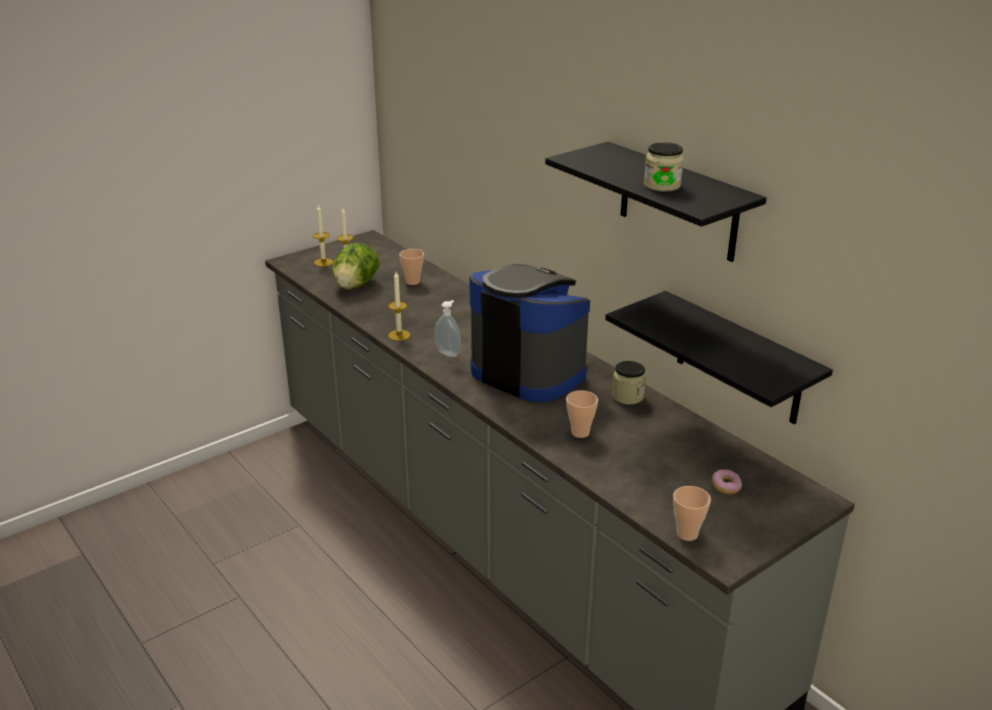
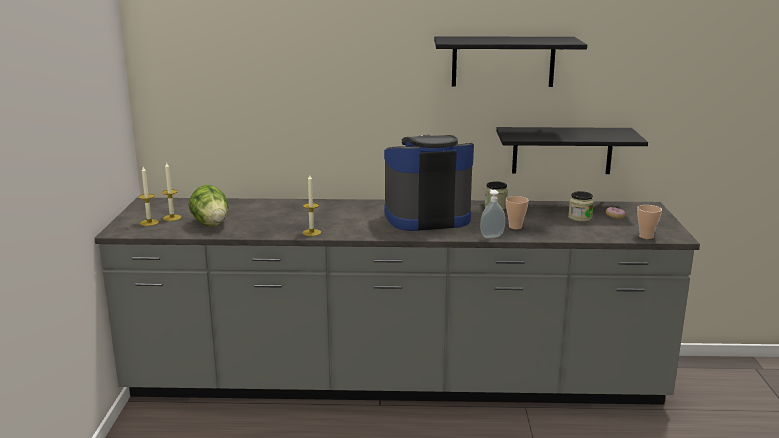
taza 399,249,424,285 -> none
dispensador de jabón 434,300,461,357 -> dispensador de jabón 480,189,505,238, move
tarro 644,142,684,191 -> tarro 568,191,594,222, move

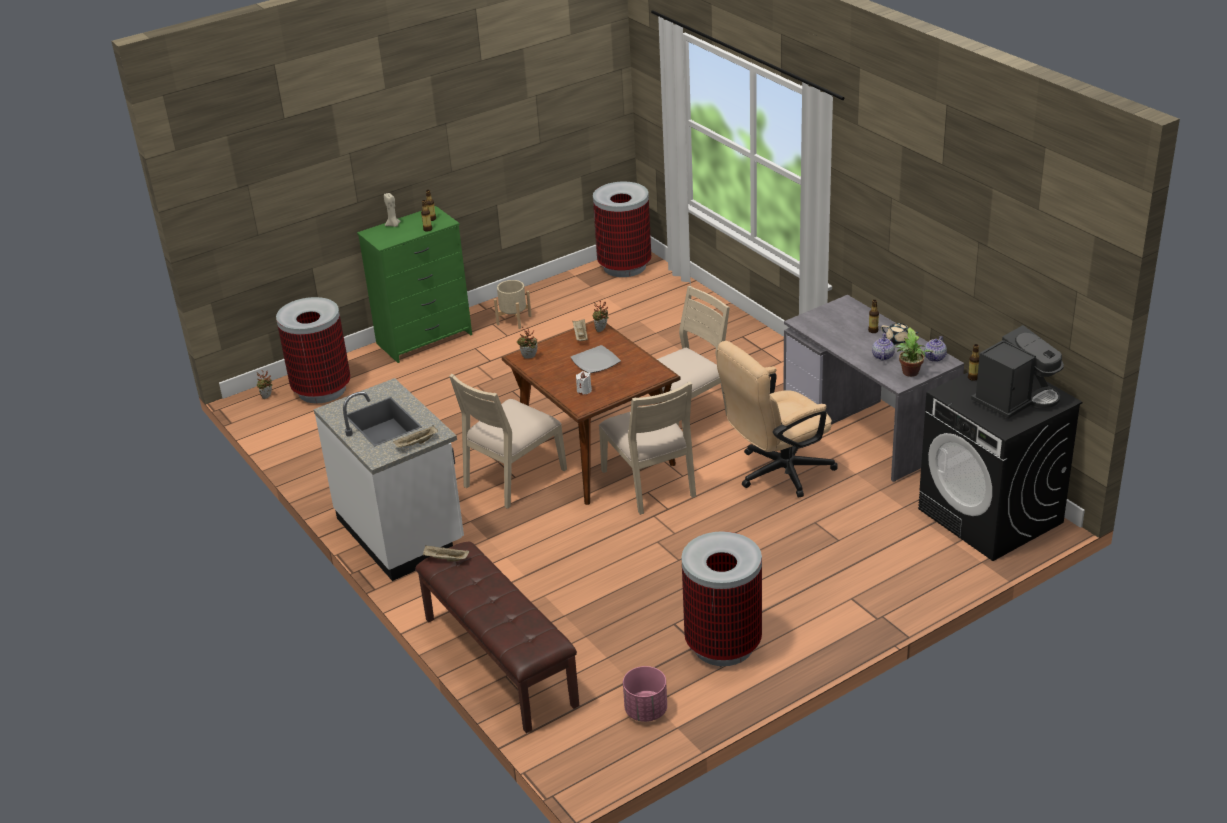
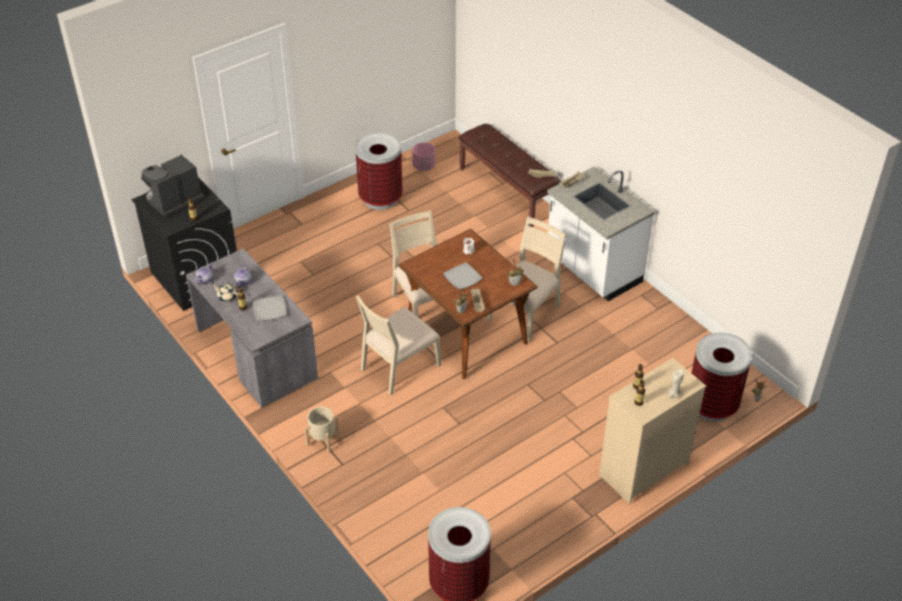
cómoda [verde] 357,206,472,363 -> cómoda [beis] 599,358,706,504
maceta [beis] 494,280,532,329 -> maceta [beis] 304,407,340,453, move
silla de oficina [beis] 716,341,838,498 -> none
planta en maceta 895,327,933,377 -> none
none -> plato 253,295,286,321

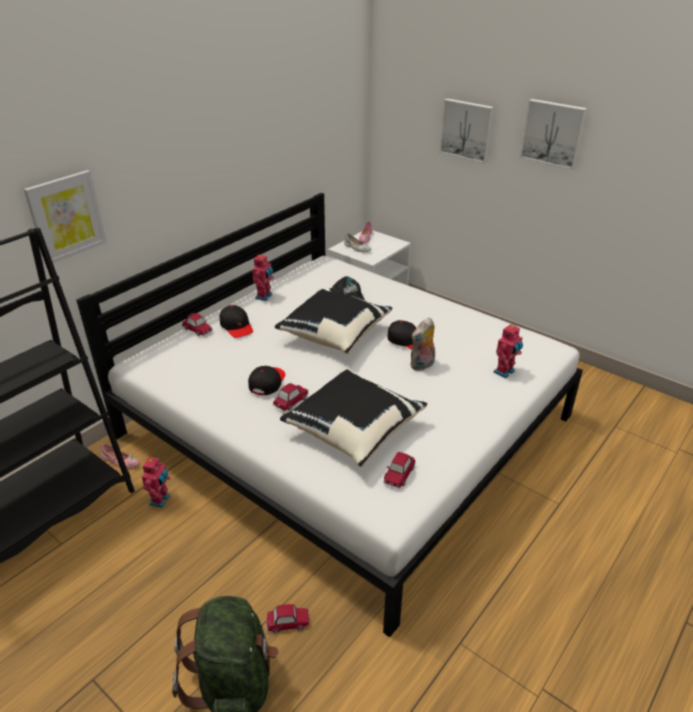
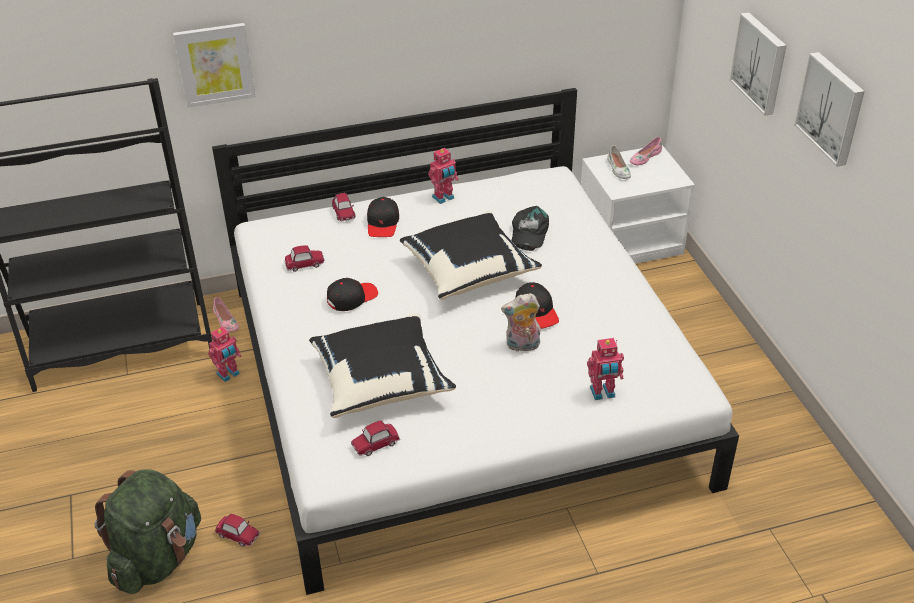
coche de juguete 273,383,308,411 -> coche de juguete 284,245,325,272, move

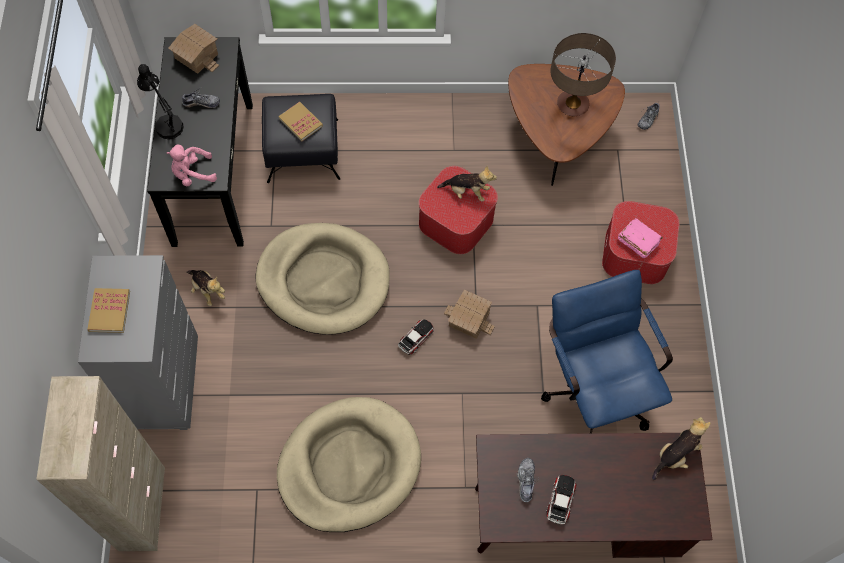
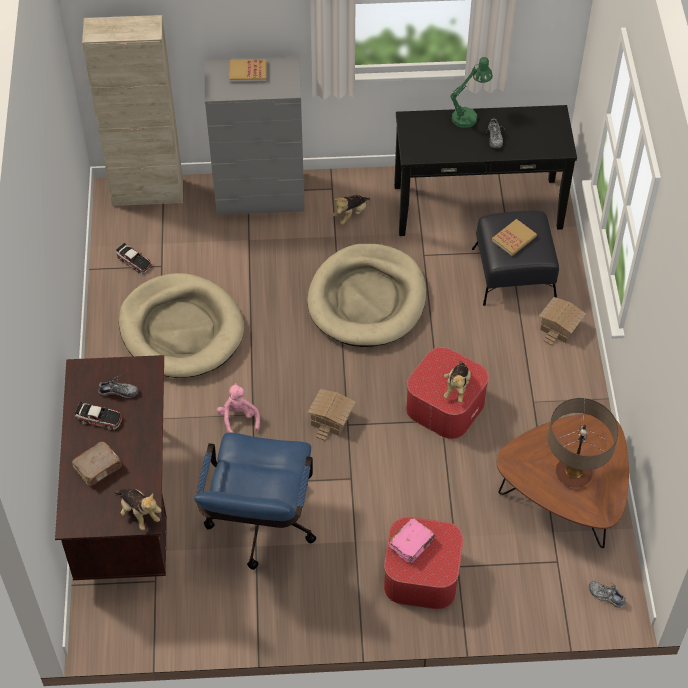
lámpara de mesa [negro] 137,64,184,139 -> lámpara de mesa [verde] 450,57,493,128
peluche [rosa] 167,145,217,186 -> peluche [rosa] 217,383,260,433, move
casita 168,24,219,74 -> casita 539,297,586,345, move
coche de juguete 398,319,434,355 -> coche de juguete 116,243,152,274, move
silla de oficina [azul] 541,270,673,434 -> silla de oficina [azul] 194,432,316,570, 120 degrees clockwise
none -> libro [marrón] 72,442,122,486

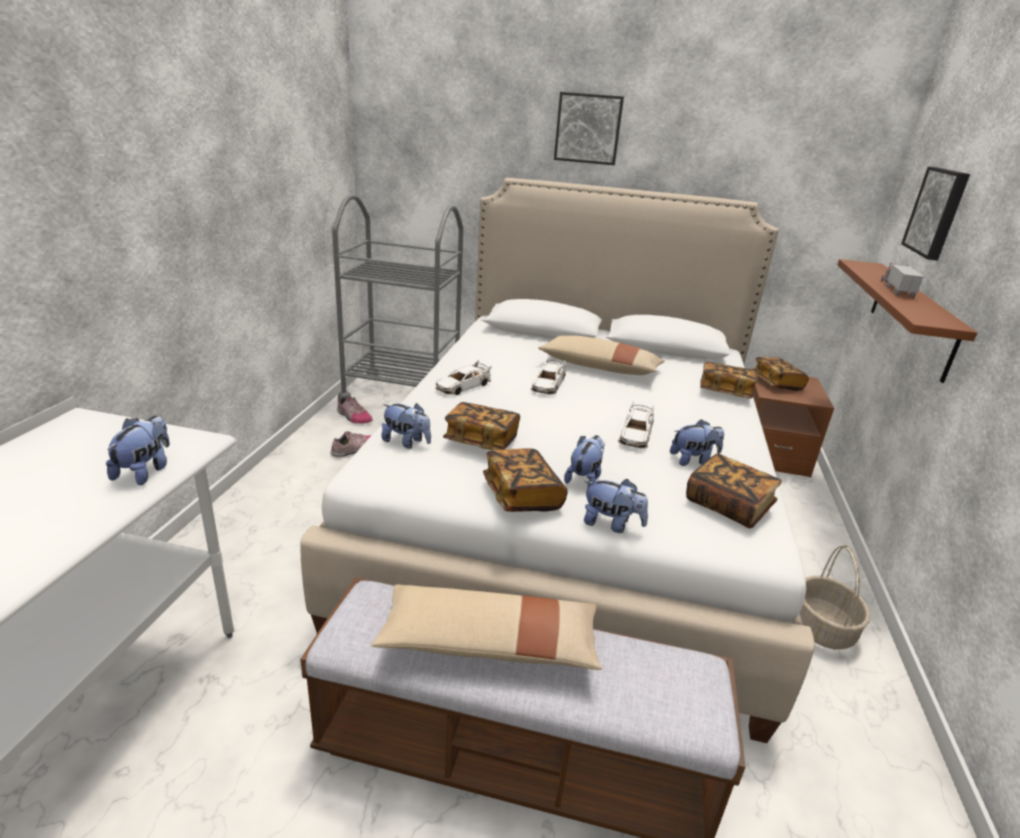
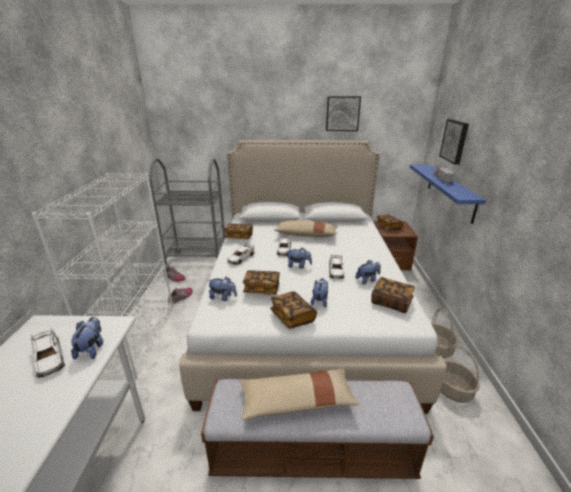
cuadro 554,92,624,165 -> cuadro 326,96,361,131, move
peluche 584,479,648,533 -> peluche 287,248,312,269, move
libro 700,362,758,399 -> libro 224,223,253,239, move
estante [marrón] 837,259,977,383 -> estante [azul] 410,165,486,224
none -> coche de juguete [blanco] 30,327,66,379
none -> estantería [blanco] 31,173,173,379
none -> cesta 441,345,480,403

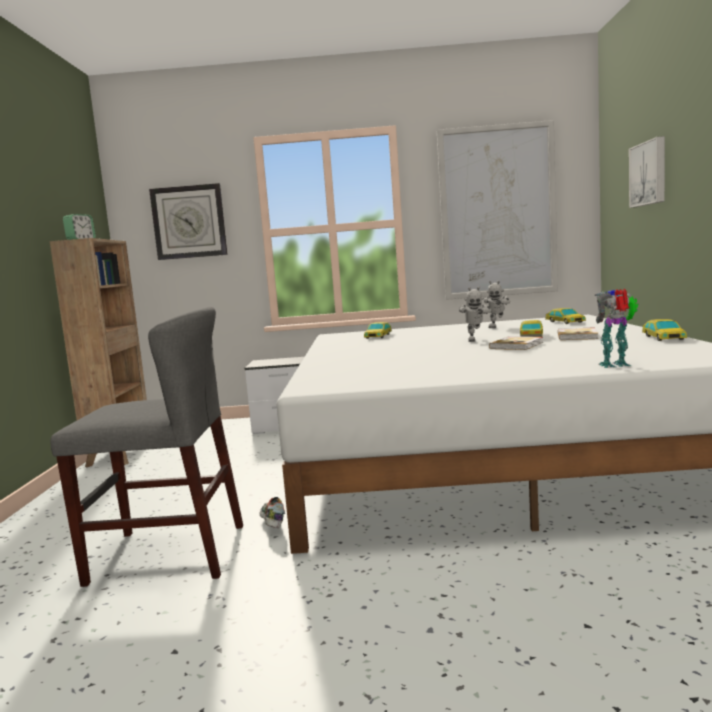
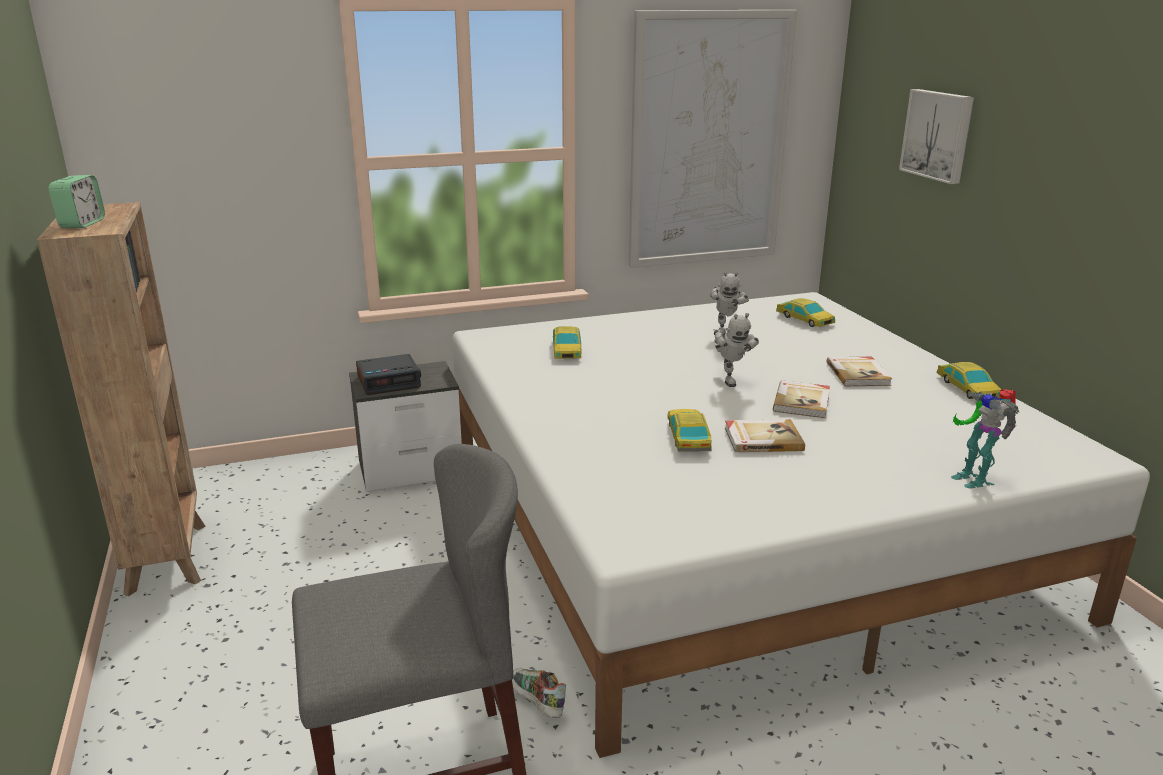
reloj de pared 149,183,228,260 -> none
coche de juguete 520,320,543,337 -> coche de juguete 667,409,711,452, move
robot de juguete 595,289,638,368 -> robot de juguete 951,389,1020,489, 90 degrees counterclockwise
none -> despertador 356,354,421,395
none -> libro 725,419,805,452

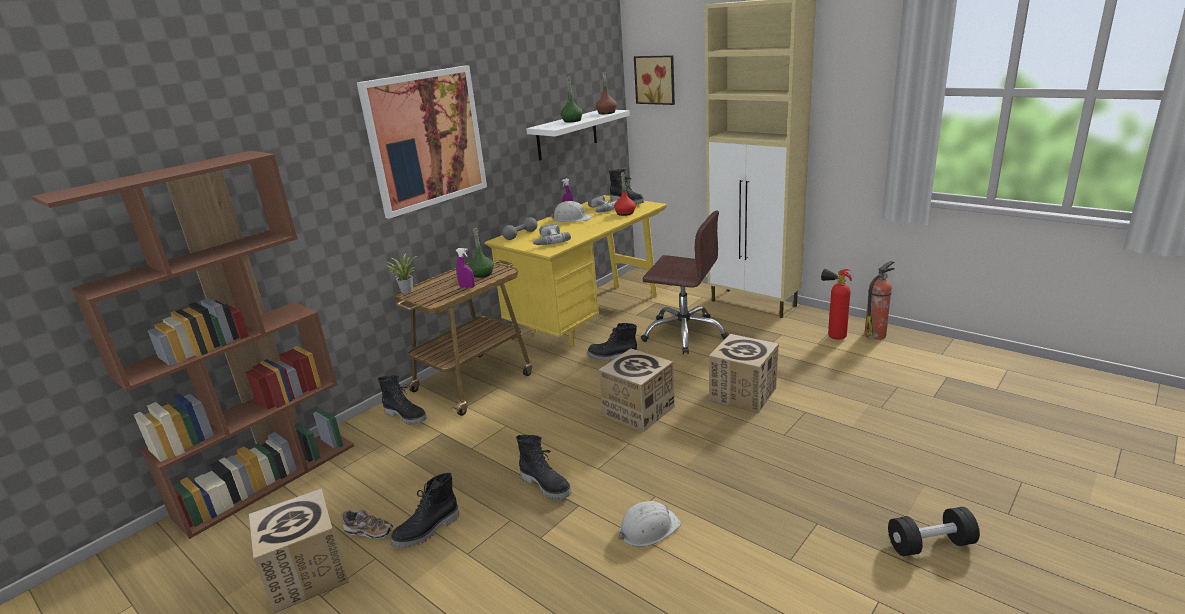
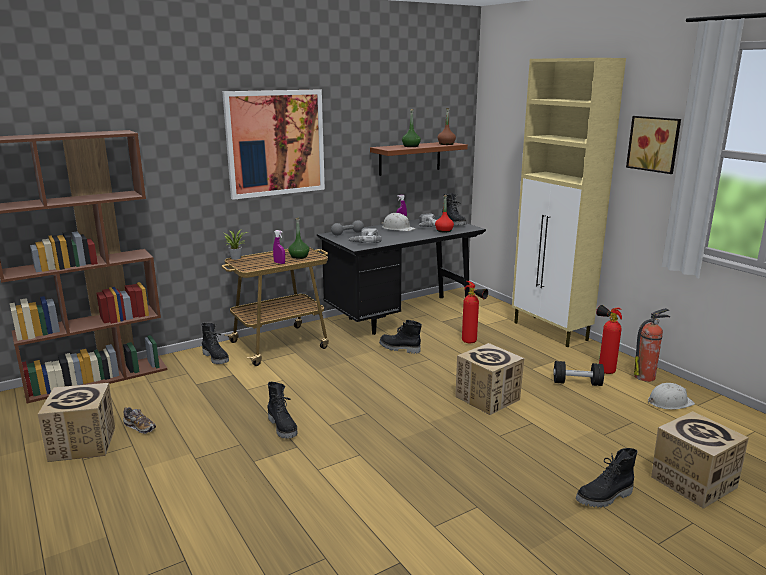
bota [negro] 391,473,460,548 -> bota [negro] 576,448,638,508, move
escritorio [amarillo] 485,195,667,346 -> escritorio [negro] 317,216,486,335
estante [blanco] 526,110,630,160 -> estante [marrón] 370,142,468,176
caja de cartón 598,349,675,432 -> caja de cartón 651,411,749,509, move
casco [blanco] 618,501,681,547 -> casco [blanco] 648,383,695,410, move
cuadro 634,55,675,105 -> cuadro 626,116,681,174, move
silla de oficina [marrón] 641,211,729,354 -> extintor 462,281,488,344
mancuerna [negro] 888,507,980,556 -> mancuerna [negro] 553,361,604,386, move

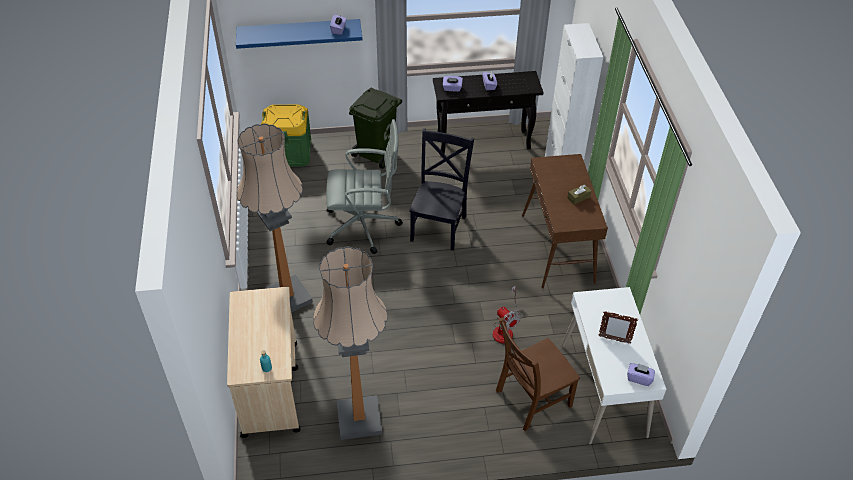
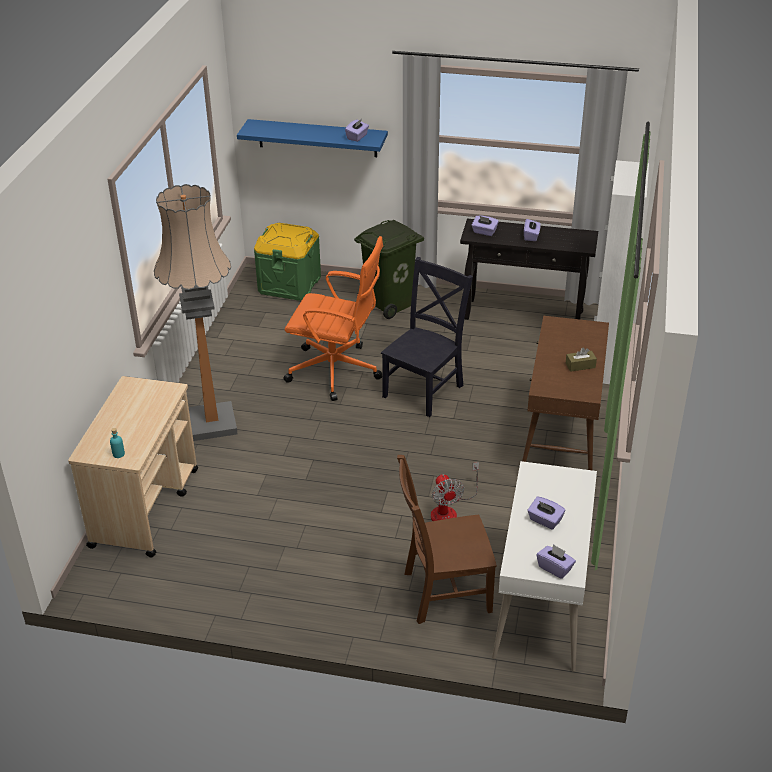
lámpara de pie 313,246,388,440 -> none
silla de oficina [gris] 326,119,403,254 -> silla de oficina [naranja] 283,236,383,401
portarretratos 599,311,638,344 -> caja de pañuelos [morado] 527,496,565,530

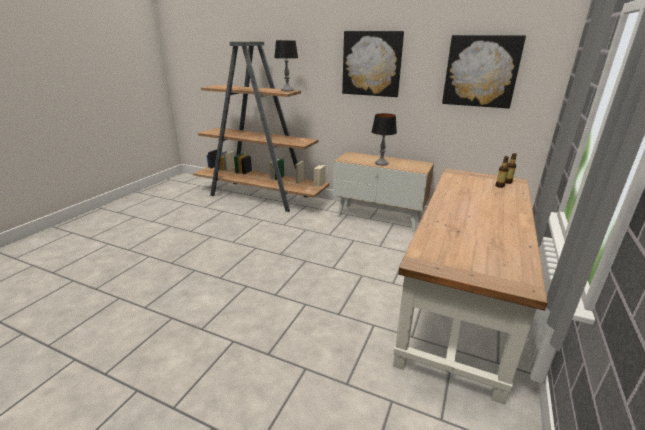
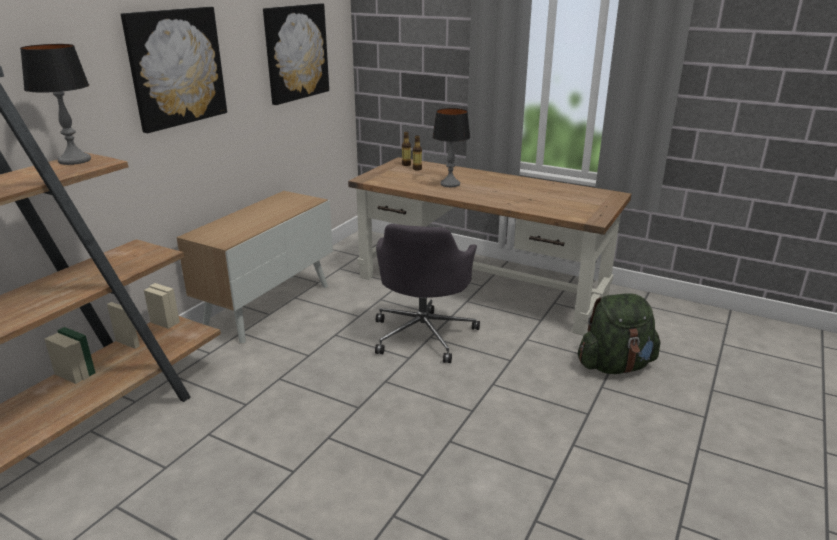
lámpara de mesa 371,113,397,166 -> lámpara de mesa 432,108,471,187, move
none -> silla de oficina [gris] 375,224,480,363
none -> mochila [verde] 578,293,660,374

